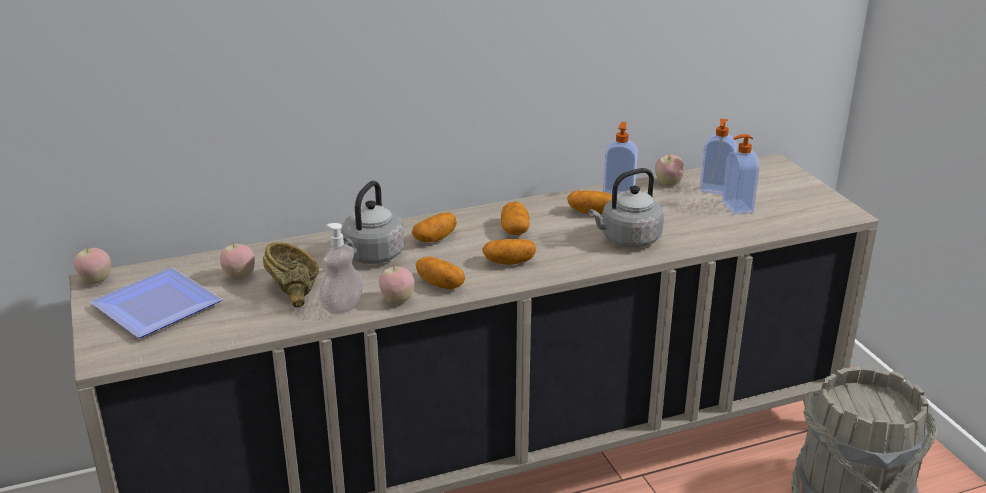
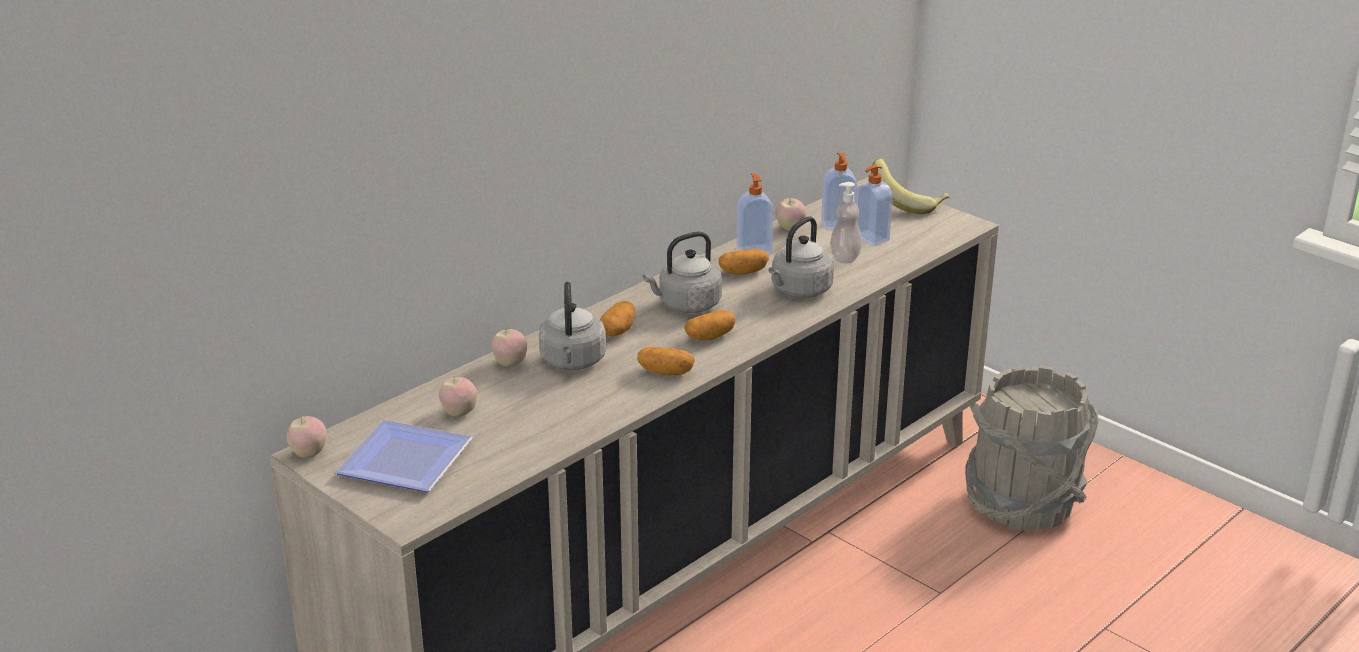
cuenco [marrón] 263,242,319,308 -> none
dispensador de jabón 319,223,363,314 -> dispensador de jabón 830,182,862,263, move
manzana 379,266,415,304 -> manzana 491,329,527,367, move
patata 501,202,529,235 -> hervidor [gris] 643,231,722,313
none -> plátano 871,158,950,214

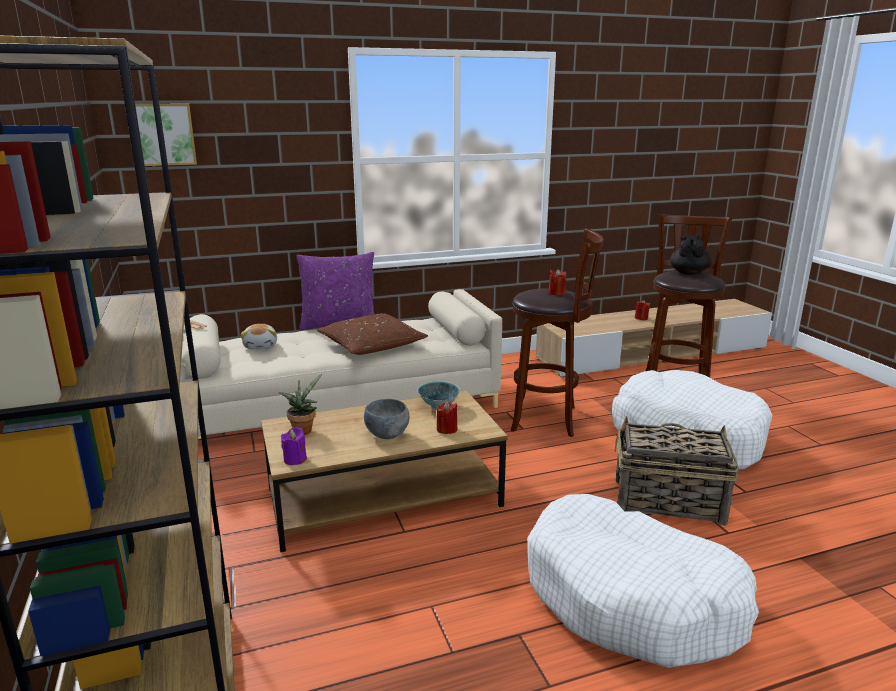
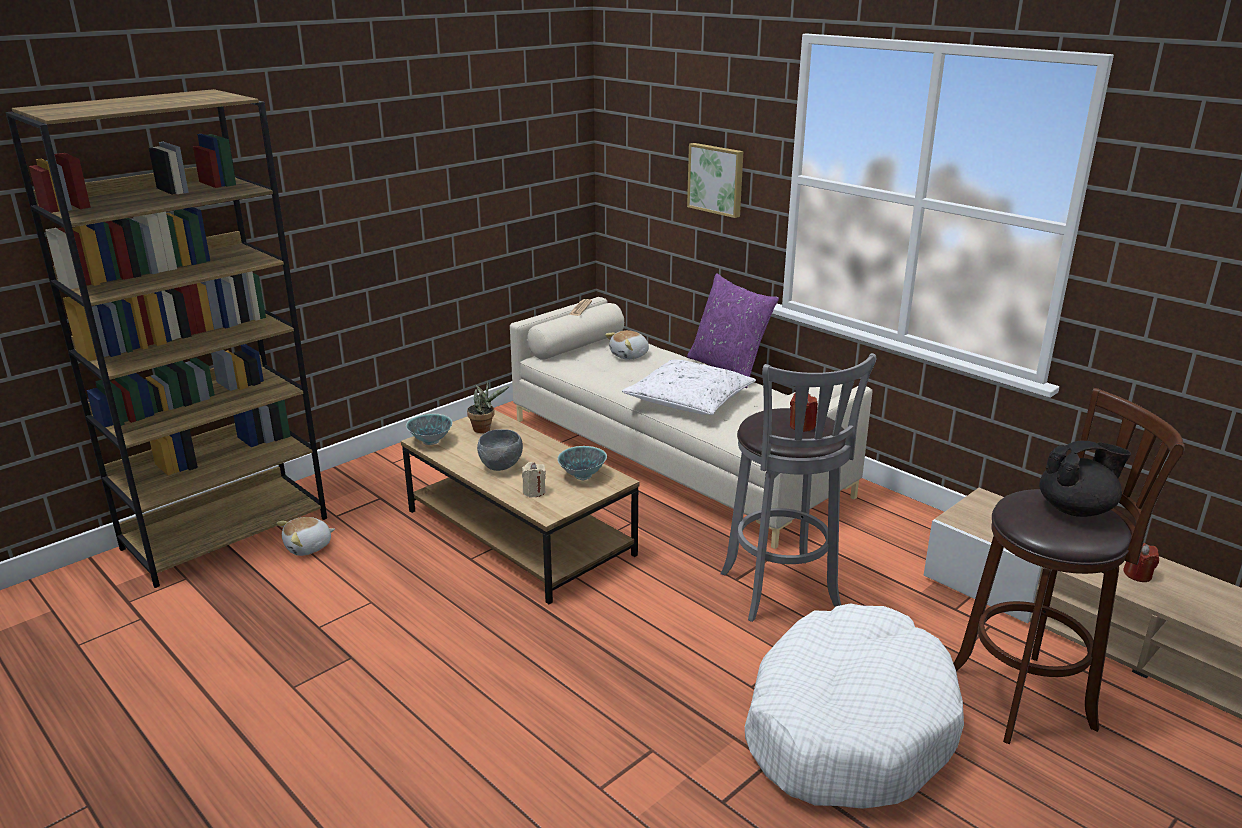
cuadro 126,104,197,166 -> cuadro 687,143,743,218, move
vela [morado] 281,427,307,465 -> cuenco 406,414,452,445
cojín [marrón] 317,313,428,355 -> cojín [blanco] 622,359,756,415
vela [rojo] 437,401,457,434 -> vela [beis] 522,462,546,497
taburete [marrón] 511,228,603,437 -> taburete [gris] 721,353,876,622
cama para perro [blanco] 527,494,759,668 -> none
cesta 614,416,739,526 -> none
none -> peluche 276,517,335,556

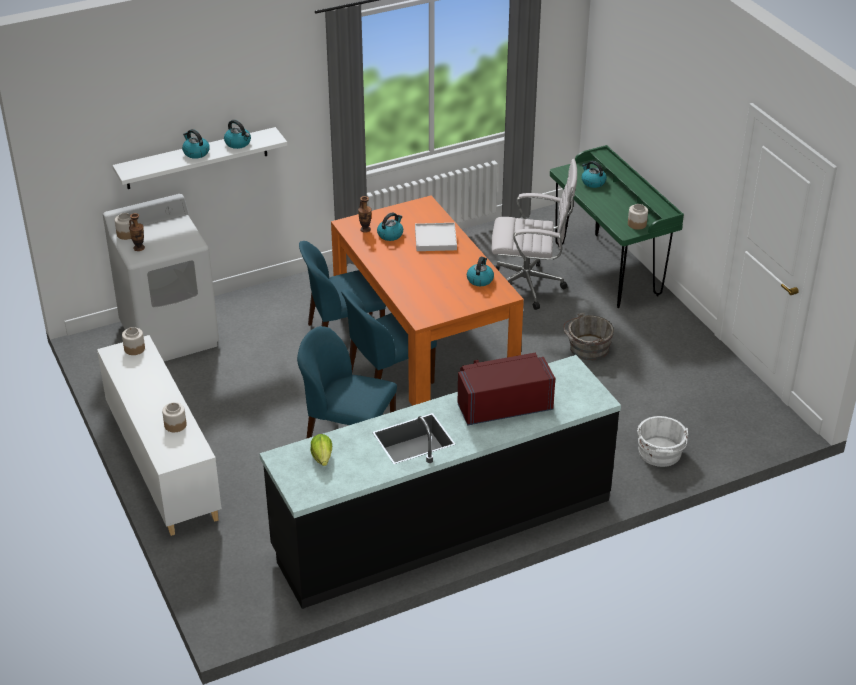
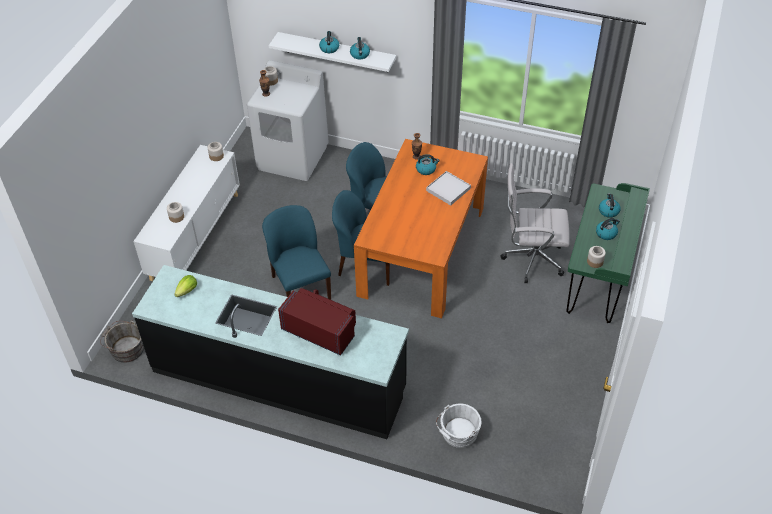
hervidor 467,257,494,286 -> hervidor 596,218,620,240, move
silla de oficina [blanco] 491,159,577,310 -> silla de oficina [blanco] 500,163,570,283, 135 degrees clockwise
cubo [gris] 563,313,614,361 -> cubo [gris] 100,320,144,363, move

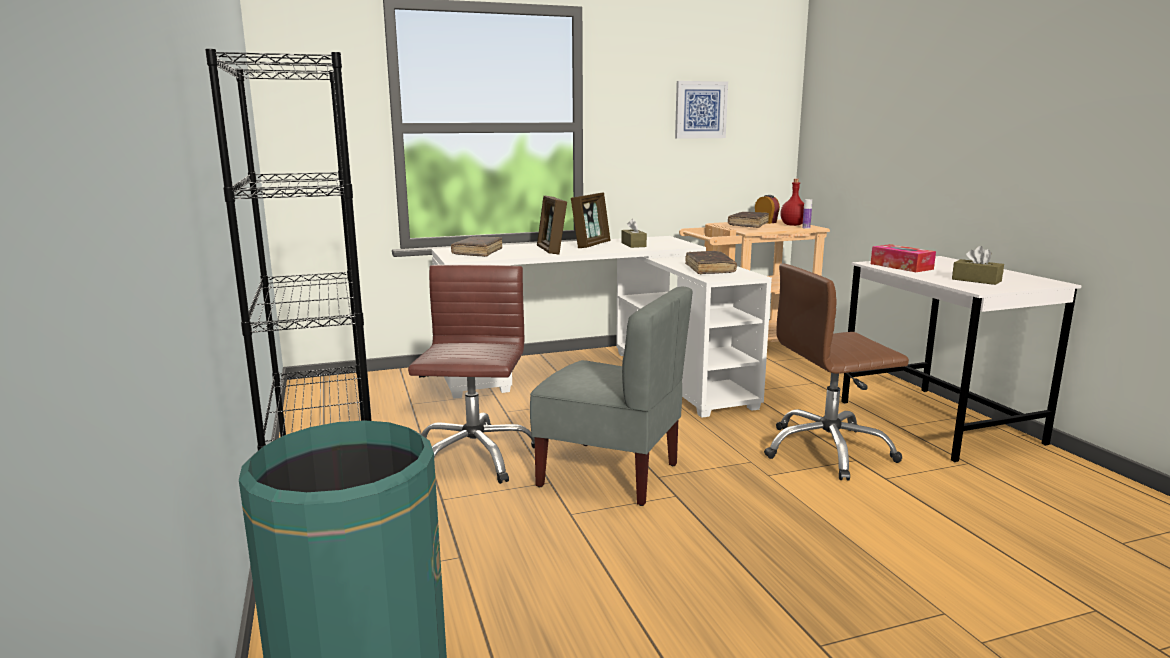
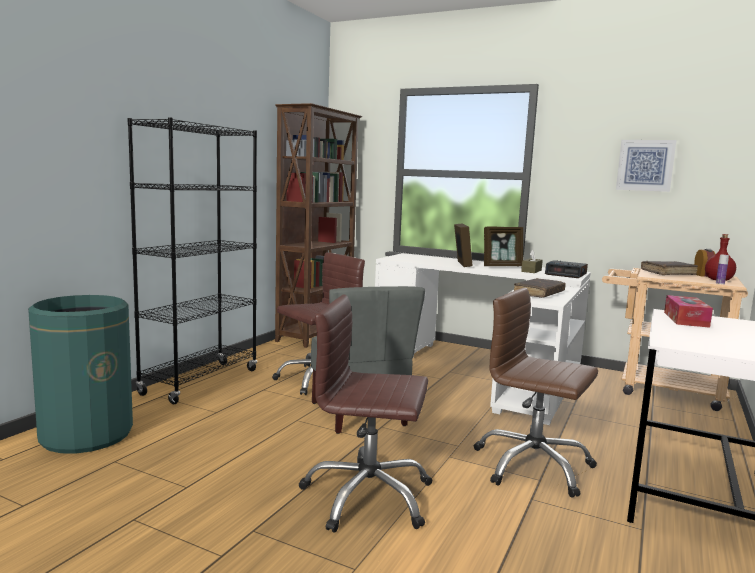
libro [marrón] 451,237,502,257 -> none
portarretratos 537,196,567,254 -> portarretratos 454,223,473,267, 150 degrees clockwise
caja de pañuelos [marrón] 952,246,1004,285 -> none
none -> estantería [marrón] 275,103,363,348
none -> silla de oficina [marrón] 298,295,432,533
none -> despertador 545,260,588,278

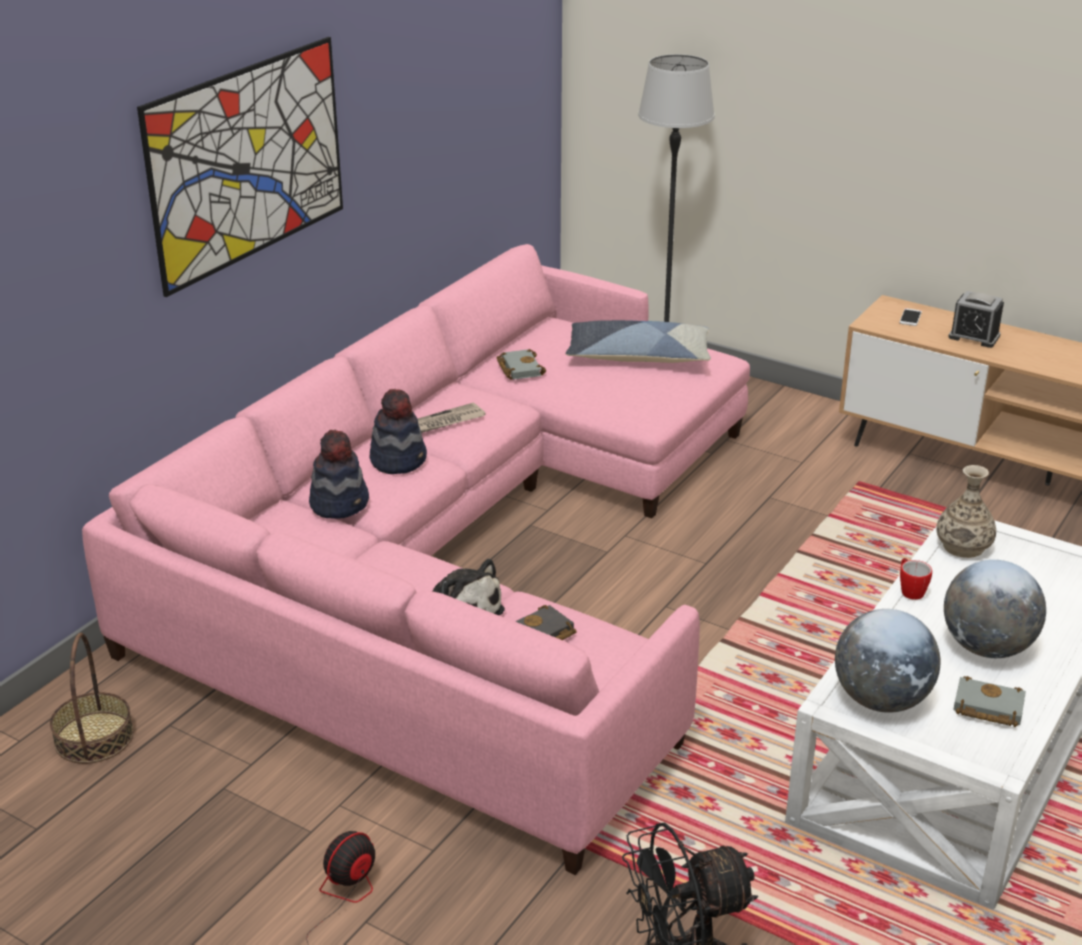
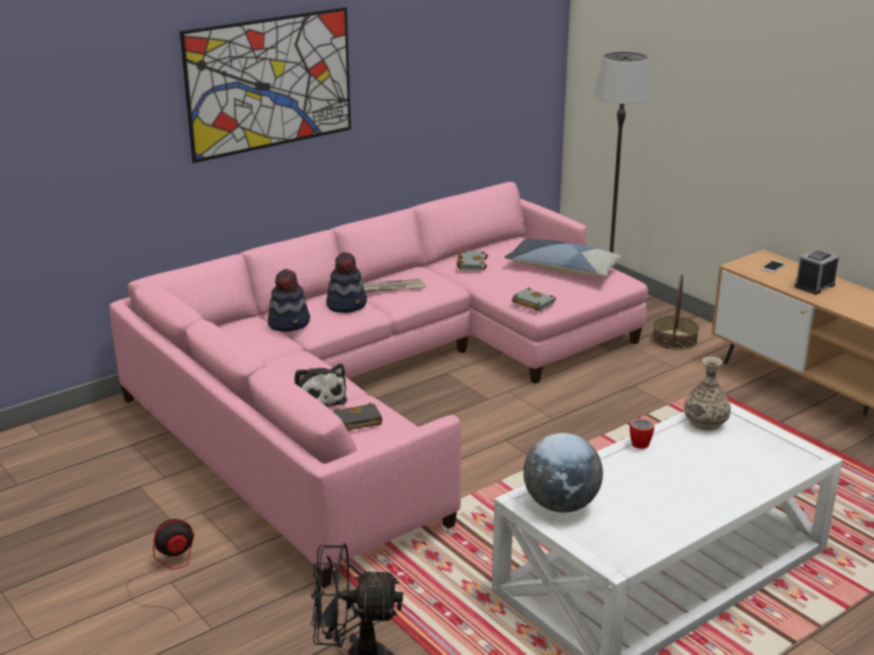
cesta 50,633,134,764 -> cesta 653,274,699,350, move
globo terráqueo 944,560,1046,658 -> none
despertador 948,291,1004,348 -> despertador 795,249,839,294, 90 degrees clockwise
libro [gris] 953,676,1026,727 -> libro [gris] 512,288,556,311, move

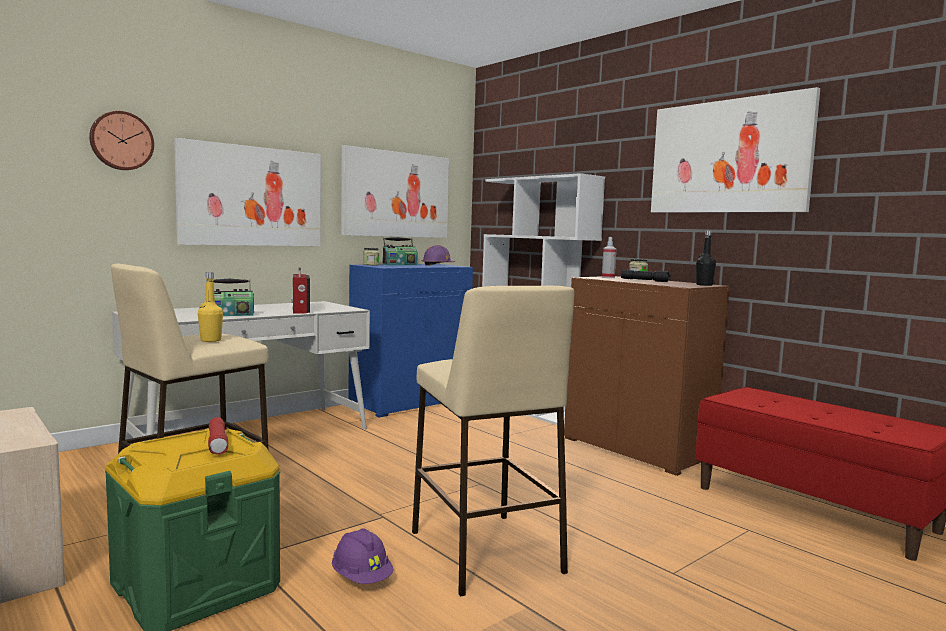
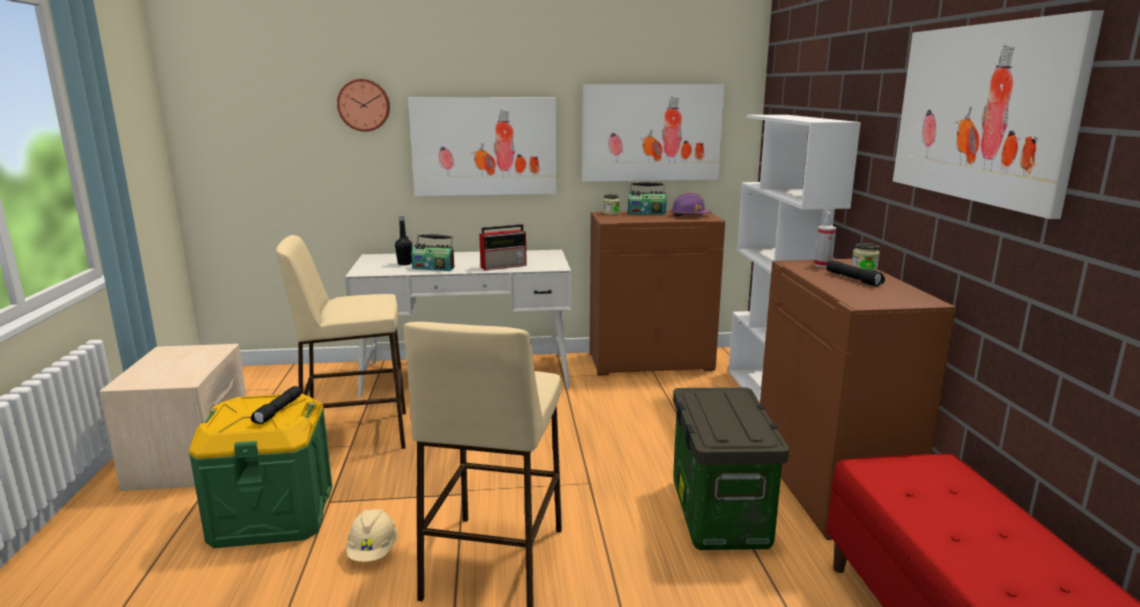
botella [amarillo] 198,272,223,342 -> none
linterna [rojo] 208,417,228,454 -> linterna [negro] 251,386,301,424
radio 291,268,310,314 -> radio 479,224,527,270, 135 degrees counterclockwise
casco [morado] 332,529,394,584 -> casco [beis] 346,509,398,562
armario [azul] 348,264,473,417 -> armario [marrón] 590,211,725,376
botella [negro] 696,230,716,286 -> botella [negro] 395,215,412,265, move
none -> caja de almacenaje 673,387,789,550

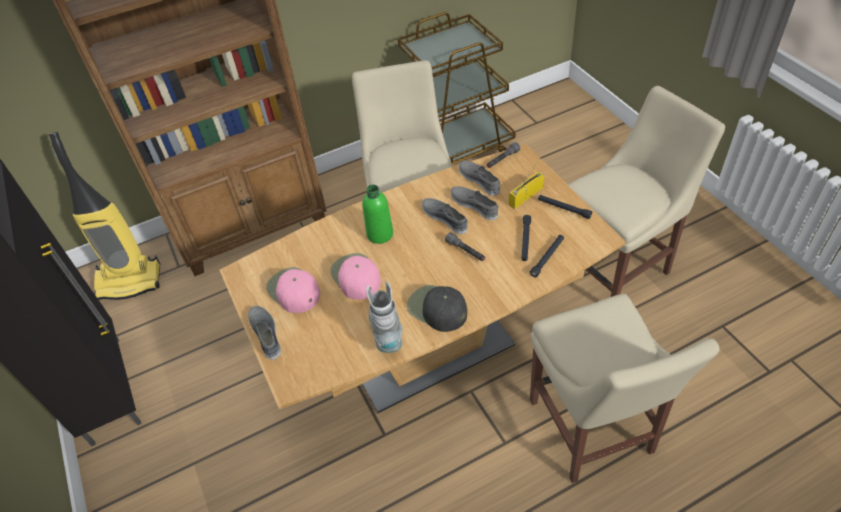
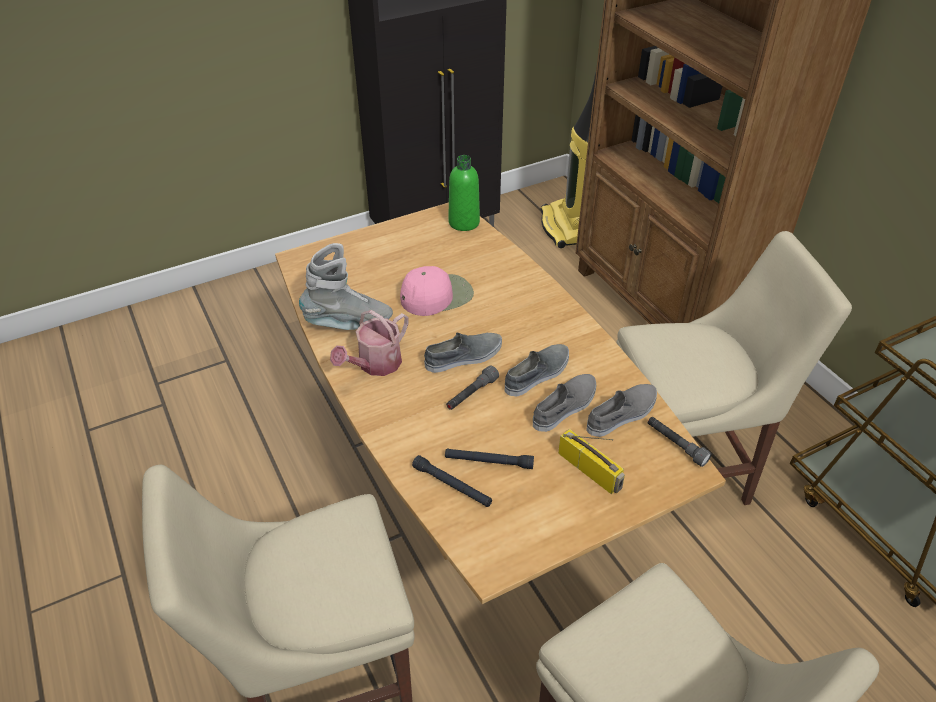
zapato [gris] 248,306,281,360 -> zapato [gris] 424,333,502,373, move
gorra [rosa] 266,267,320,313 -> none
botella [verde] 362,185,393,244 -> botella [verde] 448,155,480,231, move
gorra [negro] 407,285,467,332 -> regadera 330,310,409,376
linterna [negro] 538,195,592,219 -> none

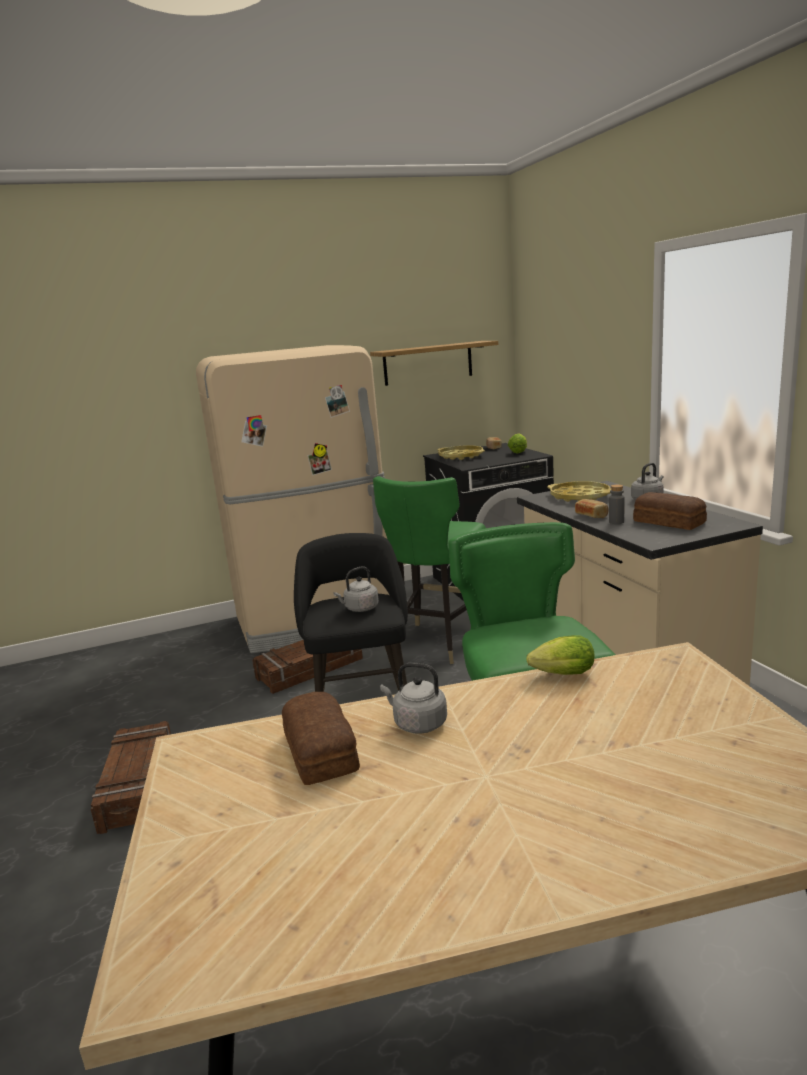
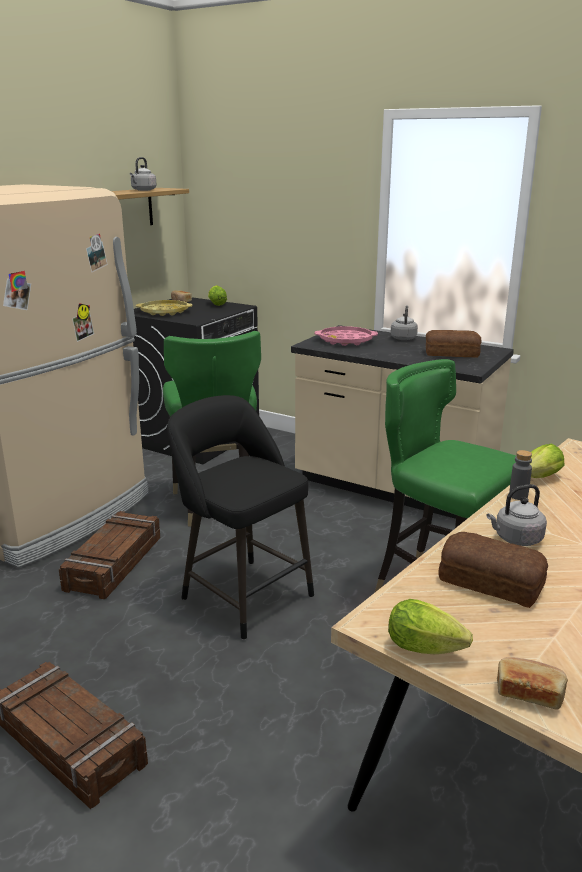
hervidor [gris] 334,566,379,612 -> hervidor [gris] 130,157,156,191, move
bandeja [amarillo] 548,481,611,502 -> bandeja [rosa] 315,326,378,346
pan 575,499,609,518 -> pan 497,657,568,710, move
botella [gris] 609,484,625,524 -> botella [gris] 509,450,532,500, move
none -> lechuga 388,599,473,654

